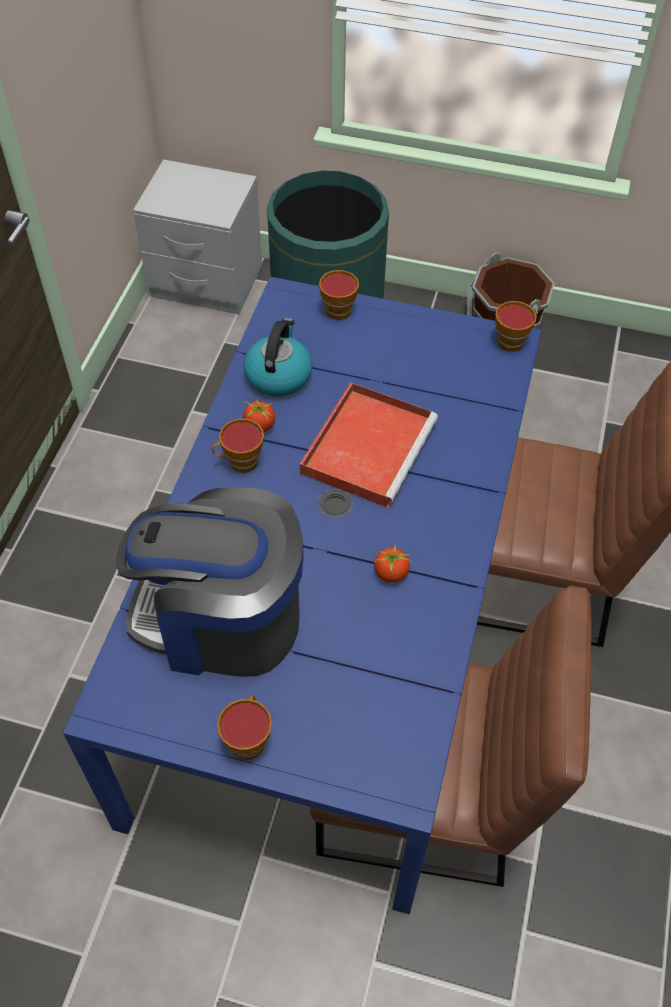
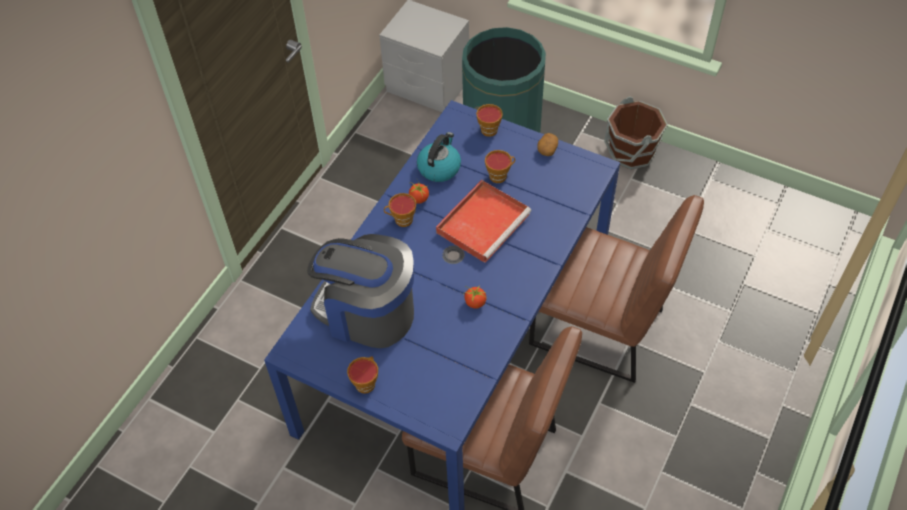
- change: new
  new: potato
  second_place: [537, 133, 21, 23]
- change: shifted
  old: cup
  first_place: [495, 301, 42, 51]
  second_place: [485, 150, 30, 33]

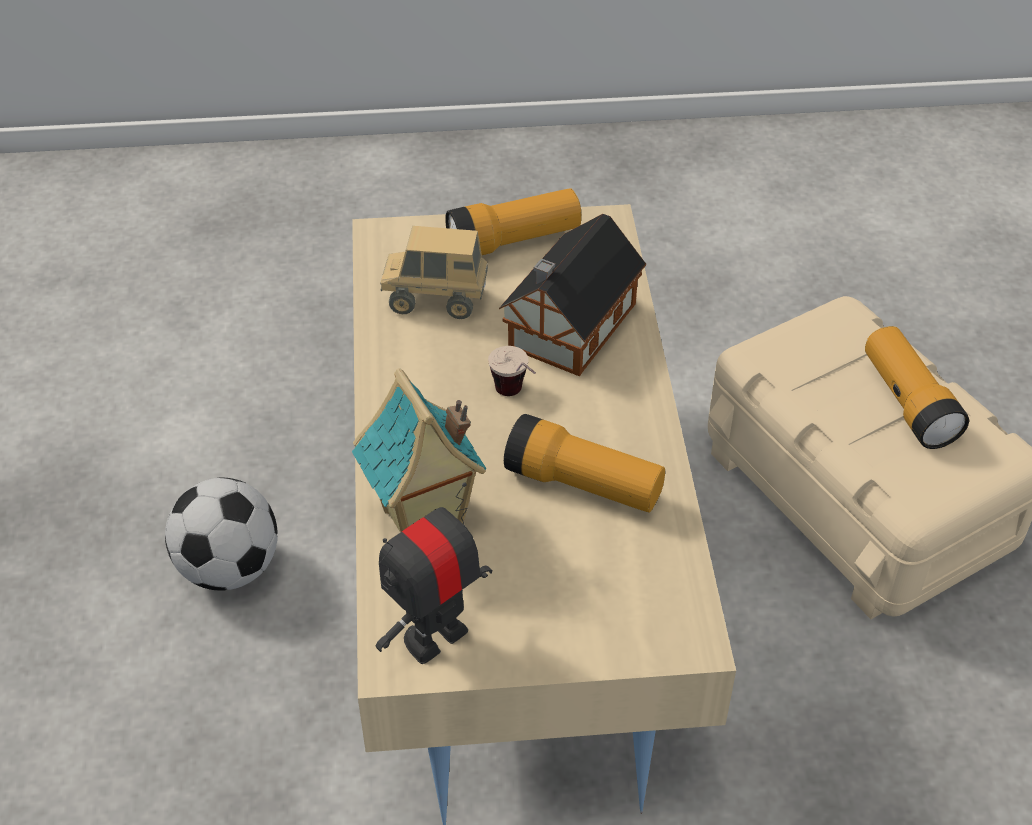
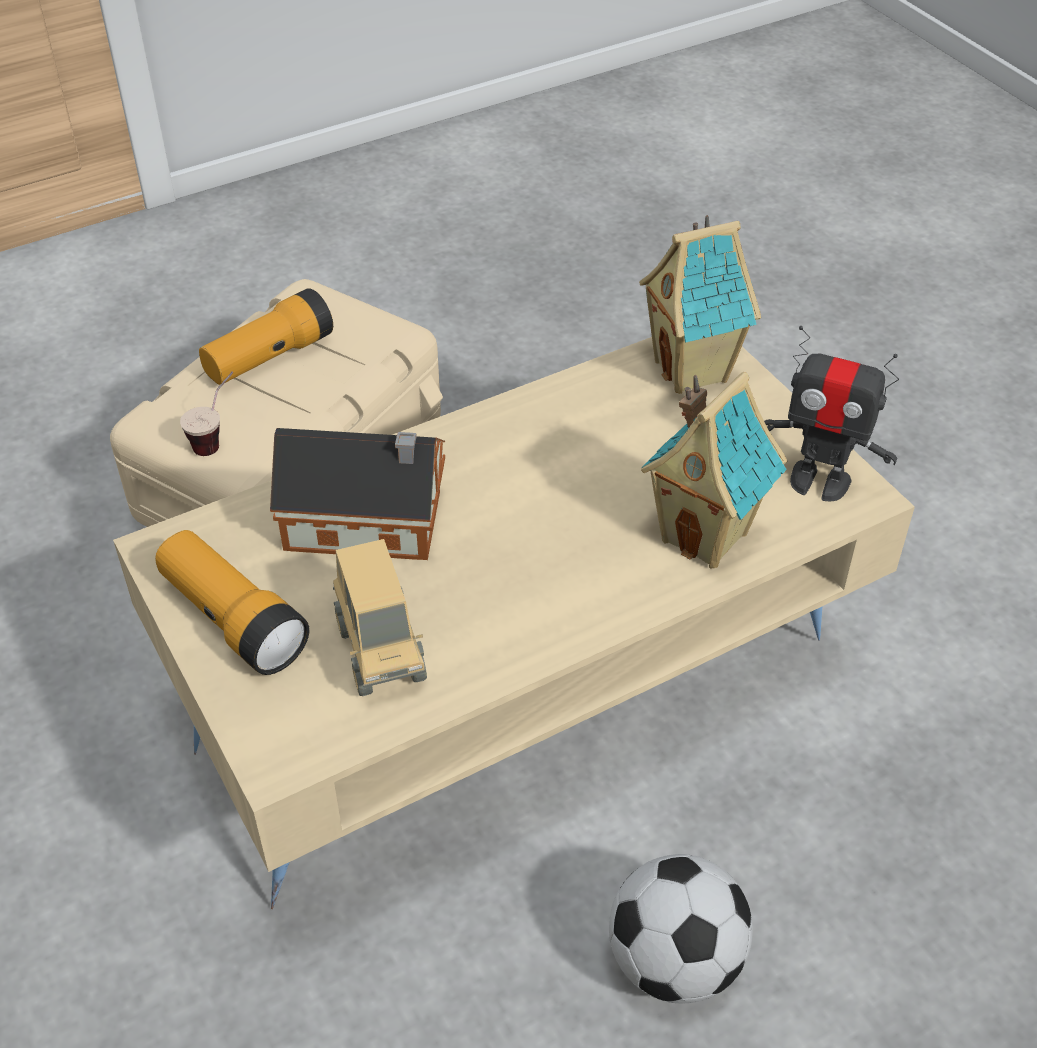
- change: gone
  old: flashlight
  first_place: [504, 414, 161, 99]
- change: new
  new: toy house
  second_place: [639, 215, 122, 179]
- change: shifted
  old: cup
  first_place: [488, 346, 48, 50]
  second_place: [180, 371, 54, 85]

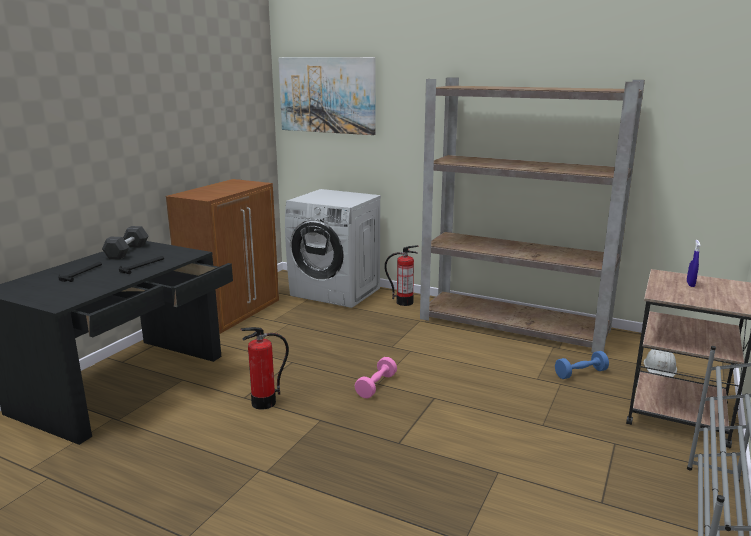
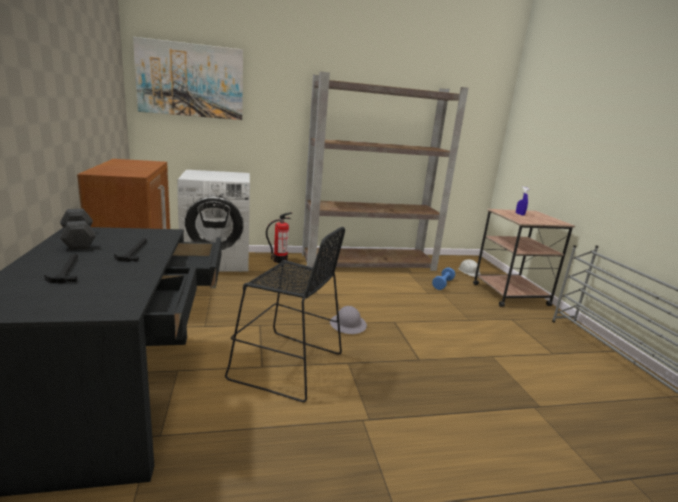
- change: swapped
  old: fire extinguisher
  new: black stool
  first_place: [241, 327, 48, 83]
  second_place: [225, 227, 120, 175]
- change: swapped
  old: pink dumbbell
  new: grey hard hat
  first_place: [355, 357, 42, 41]
  second_place: [330, 306, 37, 28]

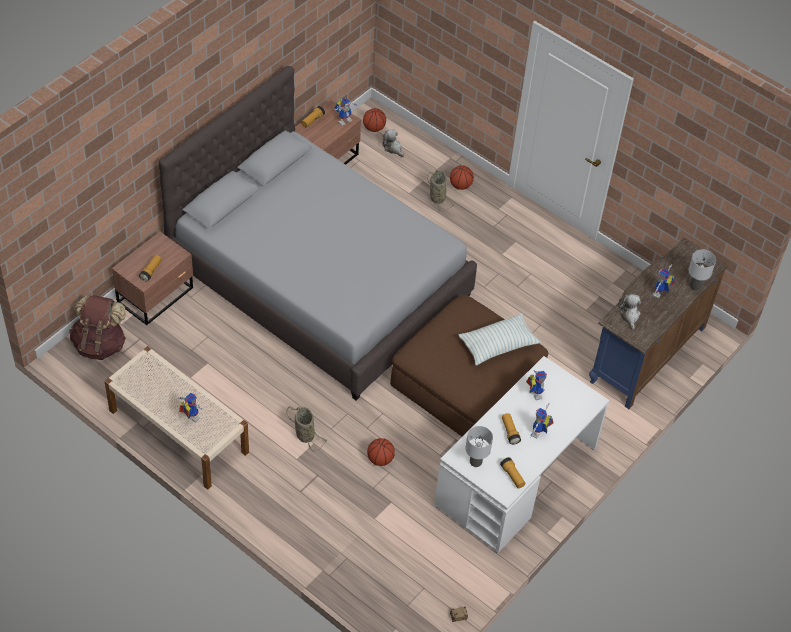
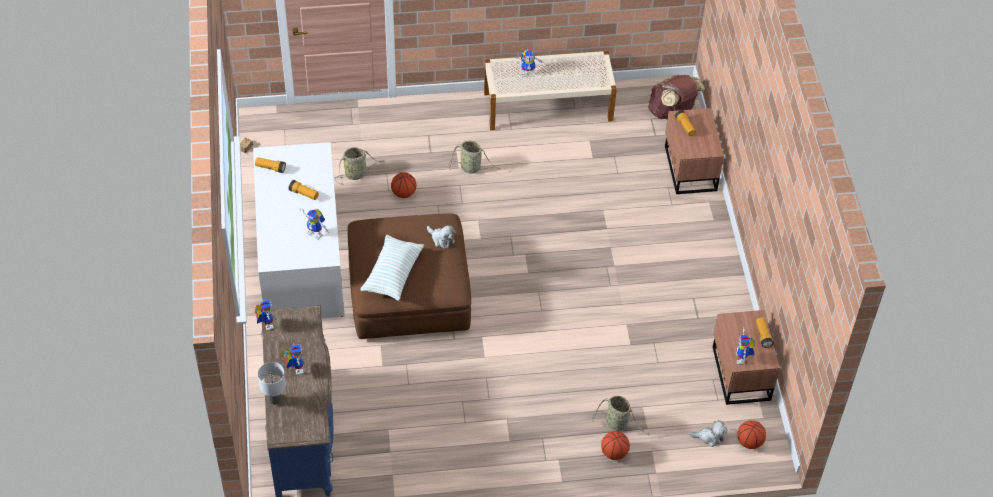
- change: gone
  old: grey bed
  first_place: [159, 66, 318, 334]
- change: gone
  old: white table lamp
  first_place: [465, 426, 28, 41]
- change: new
  new: basket
  second_place: [336, 147, 47, 38]
- change: shifted
  old: toy robot
  first_place: [531, 403, 22, 36]
  second_place: [254, 300, 20, 30]
- change: shifted
  old: plush toy
  first_place: [619, 294, 22, 36]
  second_place: [427, 225, 28, 23]

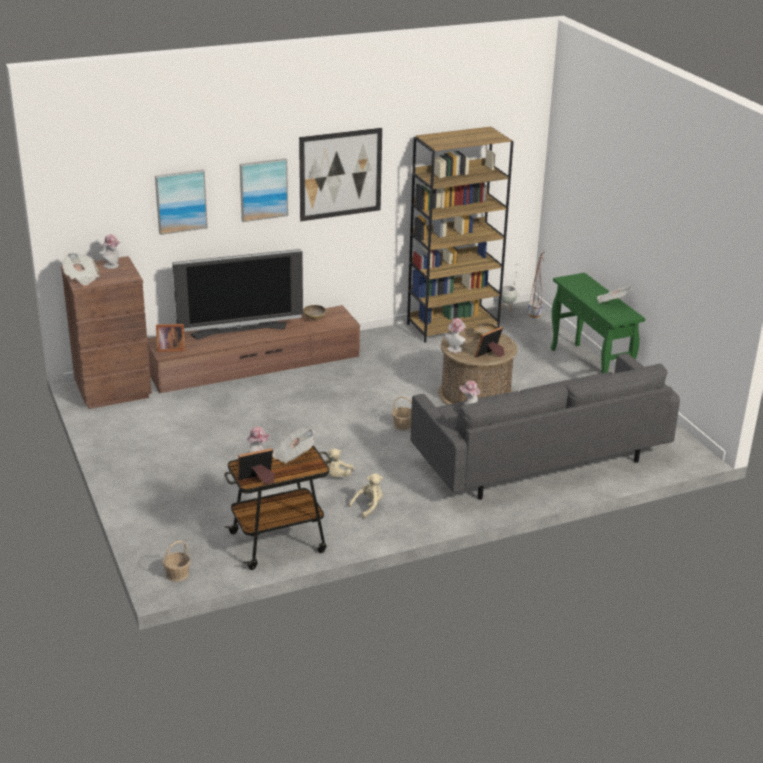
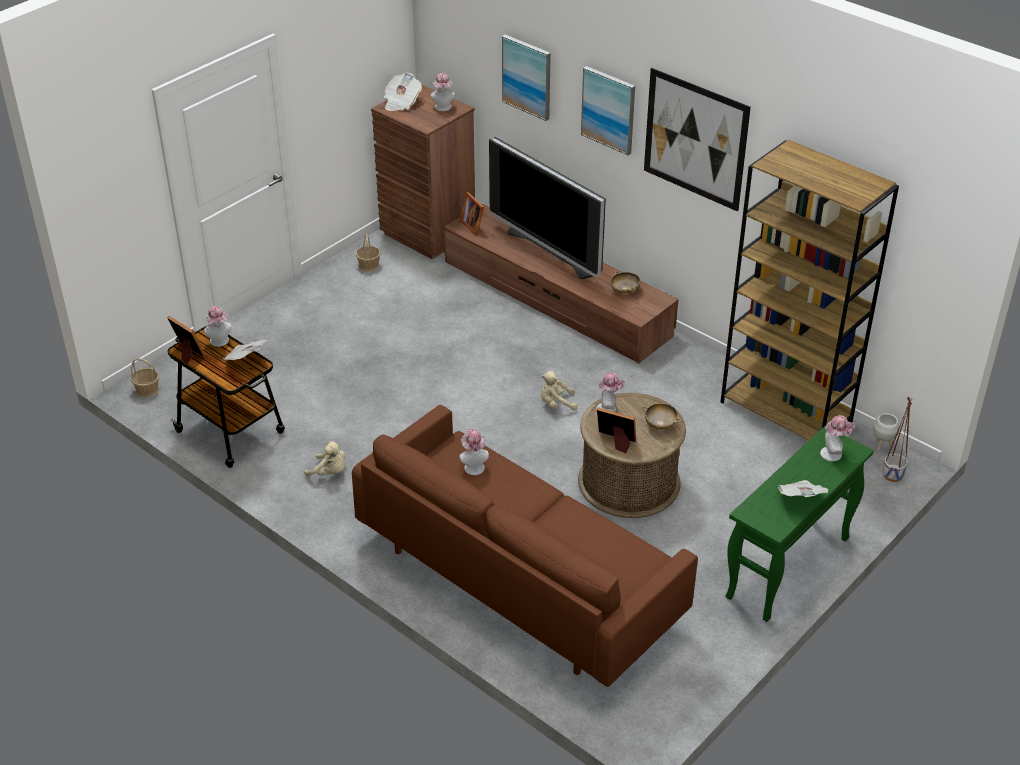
- change: new
  new: hat
  second_place: [820, 415, 35, 46]
- change: shifted
  old: beige plush toy
  first_place: [325, 448, 29, 29]
  second_place: [541, 371, 37, 40]
- change: shifted
  old: basket
  first_place: [392, 396, 20, 34]
  second_place: [356, 234, 25, 38]
- change: repainted
  old: grey sofa
  new: brown sofa
  first_place: [410, 353, 270, 147]
  second_place: [352, 405, 346, 282]

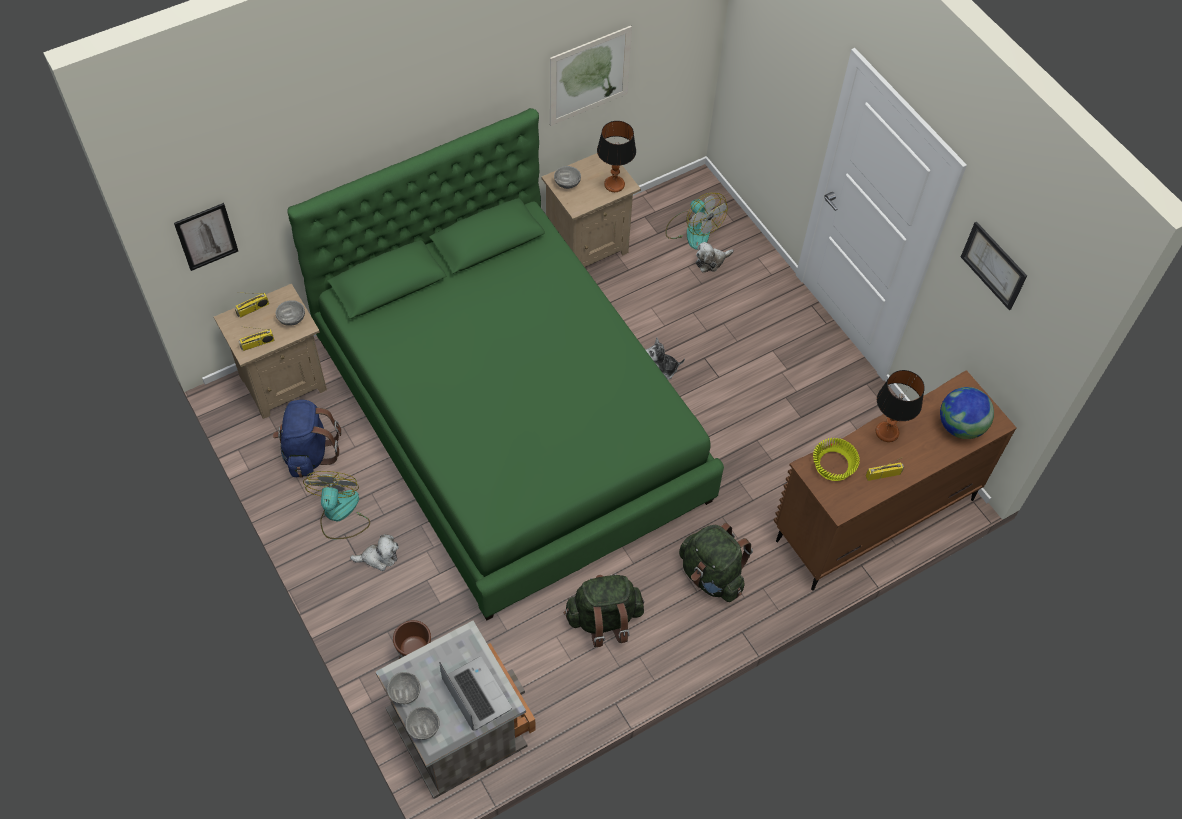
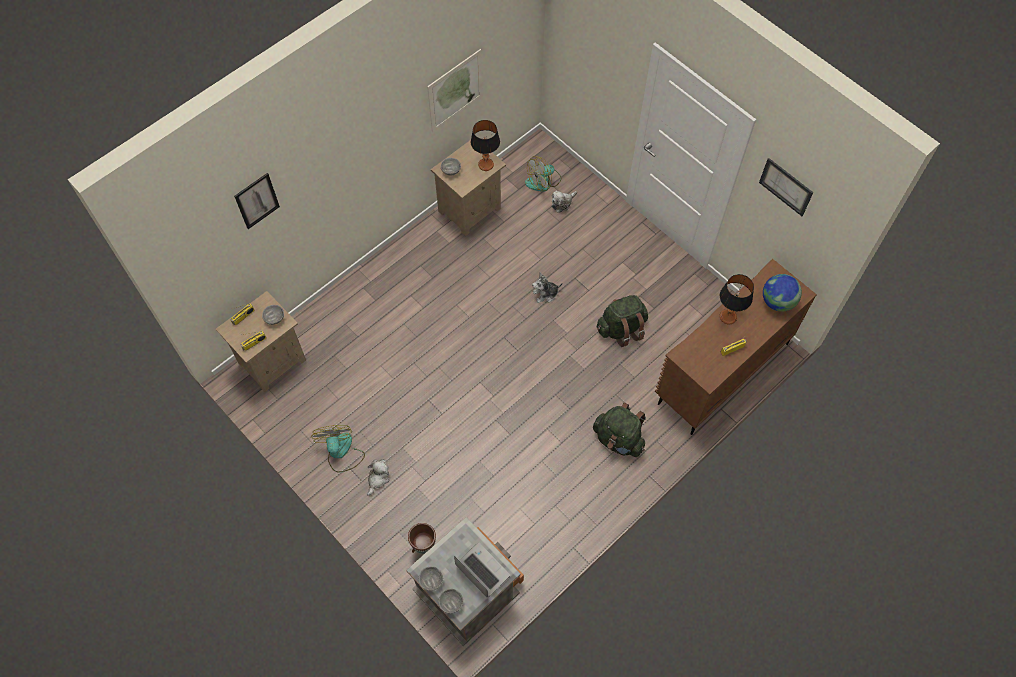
- change: gone
  old: blue backpack
  first_place: [273, 400, 68, 78]
- change: gone
  old: green bed
  first_place: [287, 108, 437, 512]
- change: gone
  old: yellow bowl
  first_place: [813, 438, 47, 43]
- change: shifted
  old: picture
  first_place: [174, 203, 64, 68]
  second_place: [234, 173, 46, 56]
- change: shifted
  old: green backpack
  first_place: [564, 575, 80, 72]
  second_place: [597, 295, 51, 52]
- change: rotated
  old: plush toy
  first_place: [350, 534, 49, 37]
  second_place: [367, 459, 22, 37]
  degrees: -45
- change: rotated
  old: fan
  first_place: [665, 193, 63, 57]
  second_place: [525, 156, 36, 36]
  degrees: 105

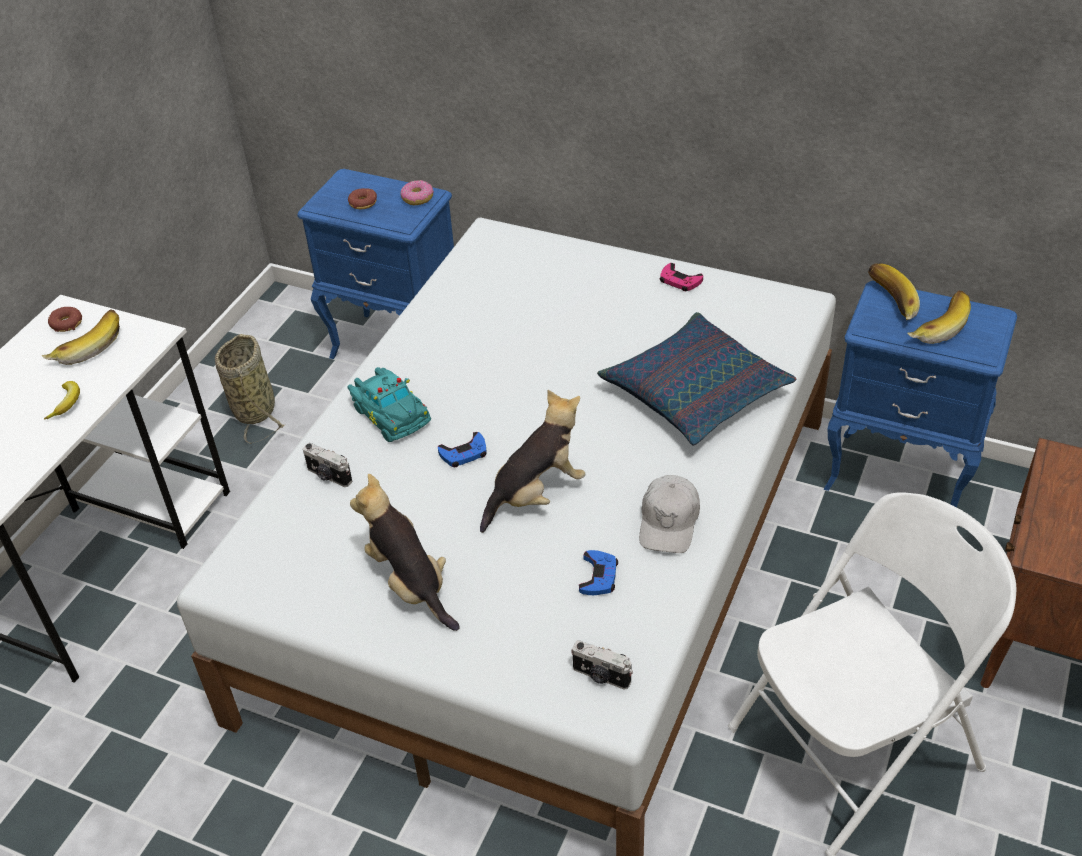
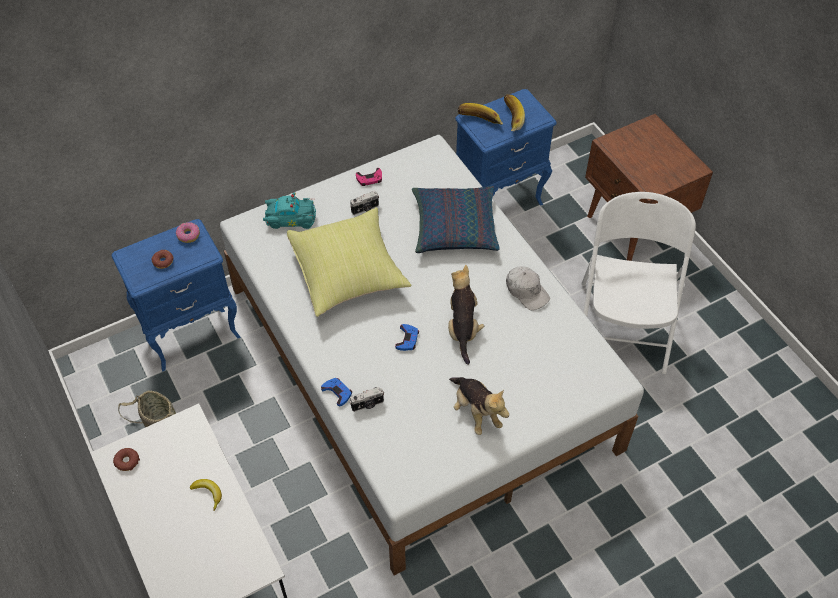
- change: gone
  old: banana
  first_place: [42, 309, 78, 56]
- change: new
  new: yellow pillow
  second_place: [287, 207, 124, 110]
- change: shifted
  old: turquoise toy car
  first_place: [347, 367, 84, 75]
  second_place: [263, 192, 53, 37]
- change: shifted
  old: photo camera
  first_place: [571, 640, 62, 50]
  second_place: [350, 191, 29, 24]
- change: shifted
  old: blue game controller
  first_place: [579, 550, 39, 45]
  second_place: [321, 378, 31, 28]
- change: rotated
  old: plush toy
  first_place: [350, 474, 110, 157]
  second_place: [449, 377, 60, 58]
  degrees: -120

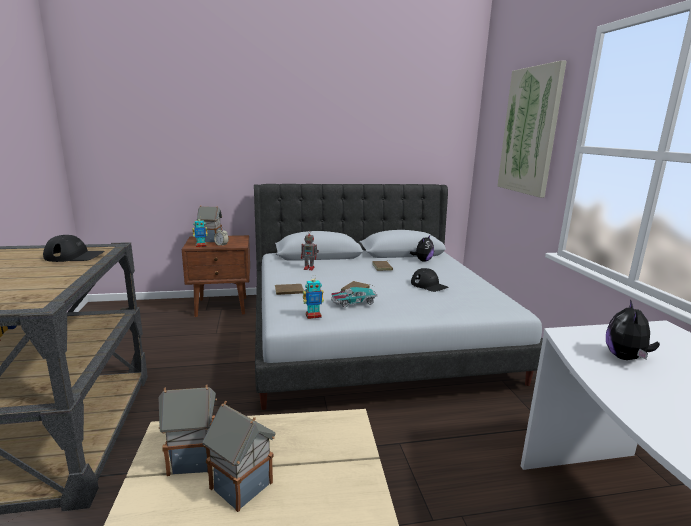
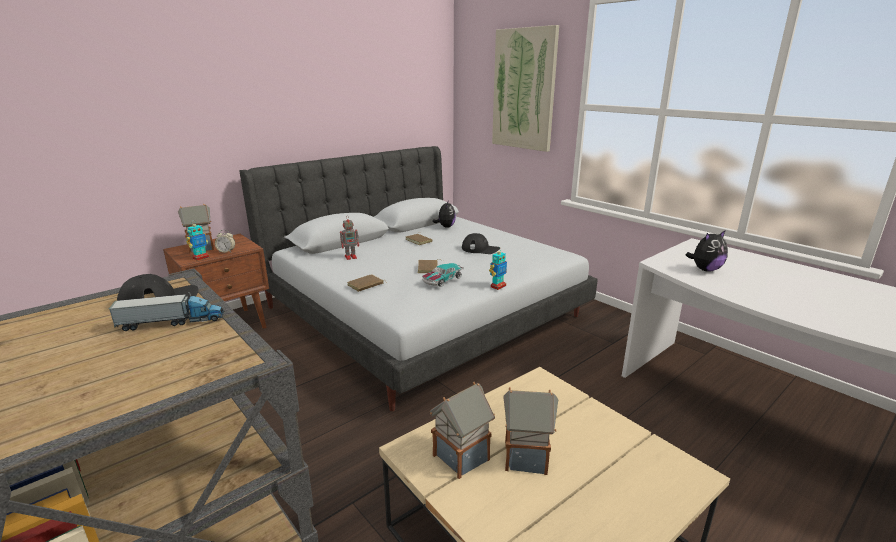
- change: new
  new: toy truck
  second_place: [109, 292, 115, 39]
- change: shifted
  old: toy robot
  first_place: [303, 275, 21, 44]
  second_place: [489, 247, 18, 43]
- change: rotated
  old: plush toy
  first_place: [606, 299, 54, 61]
  second_place: [686, 230, 42, 42]
  degrees: -105

